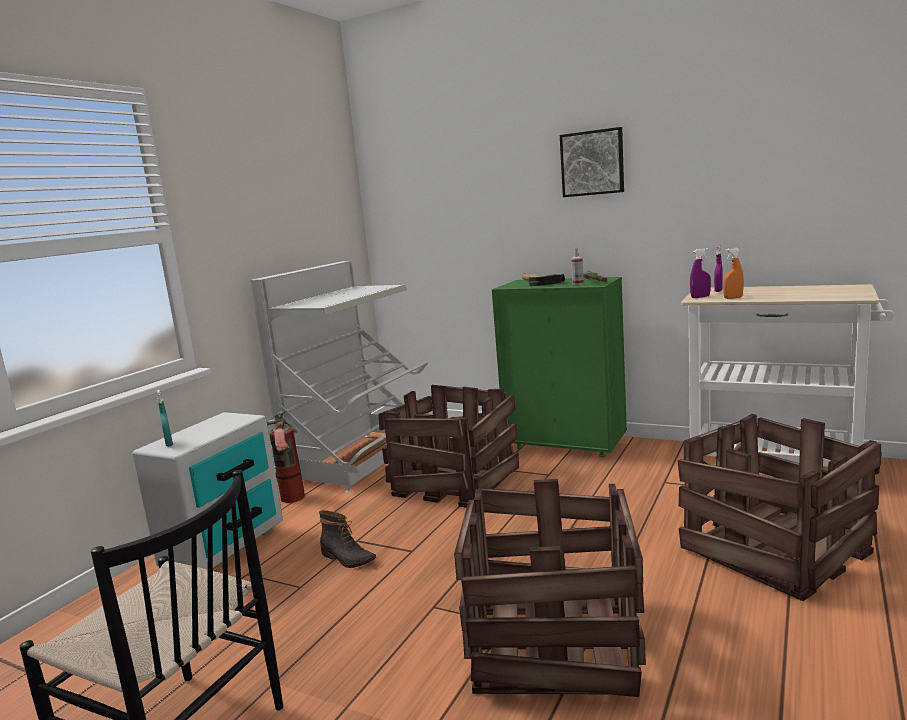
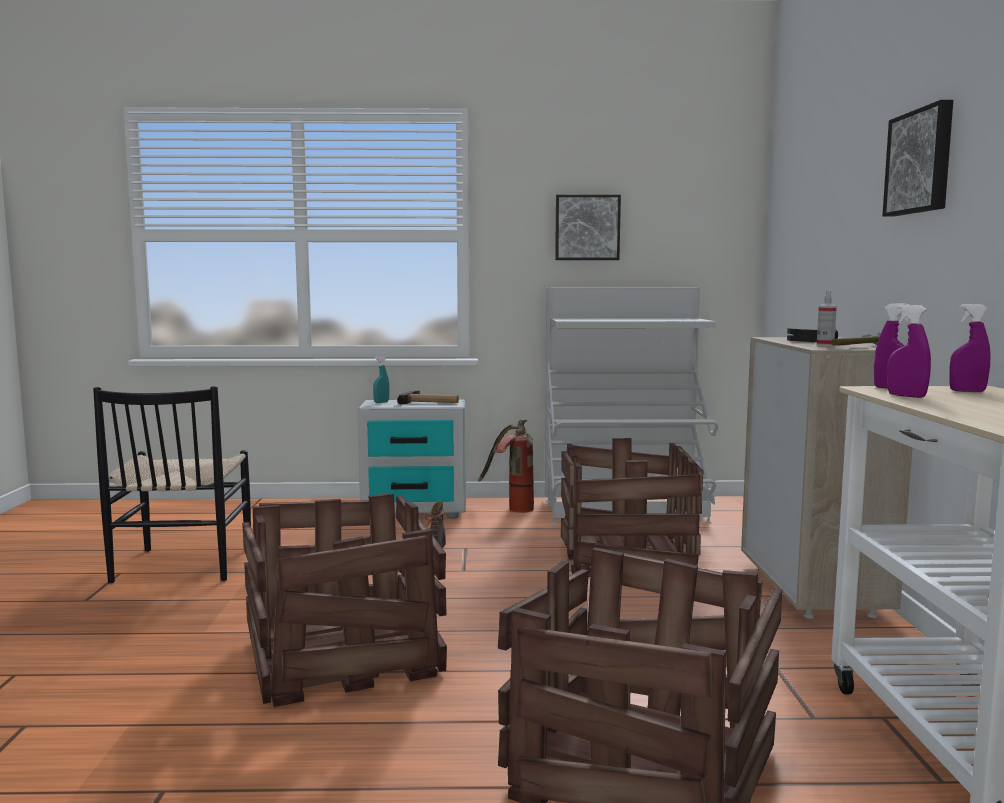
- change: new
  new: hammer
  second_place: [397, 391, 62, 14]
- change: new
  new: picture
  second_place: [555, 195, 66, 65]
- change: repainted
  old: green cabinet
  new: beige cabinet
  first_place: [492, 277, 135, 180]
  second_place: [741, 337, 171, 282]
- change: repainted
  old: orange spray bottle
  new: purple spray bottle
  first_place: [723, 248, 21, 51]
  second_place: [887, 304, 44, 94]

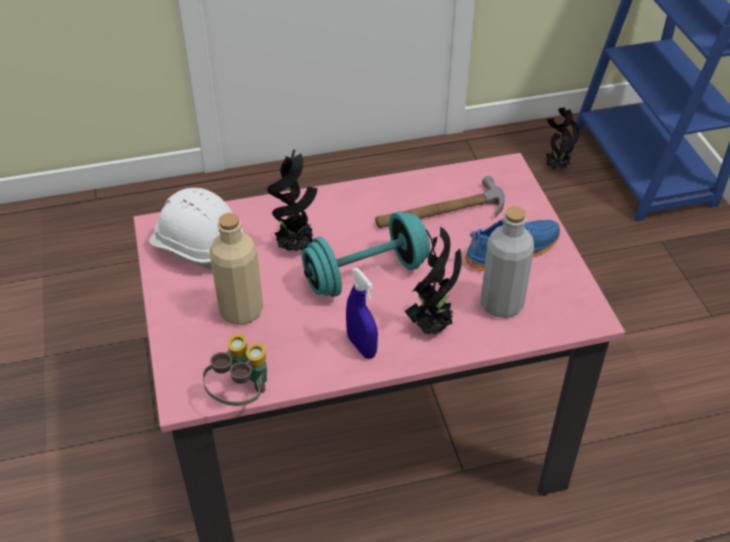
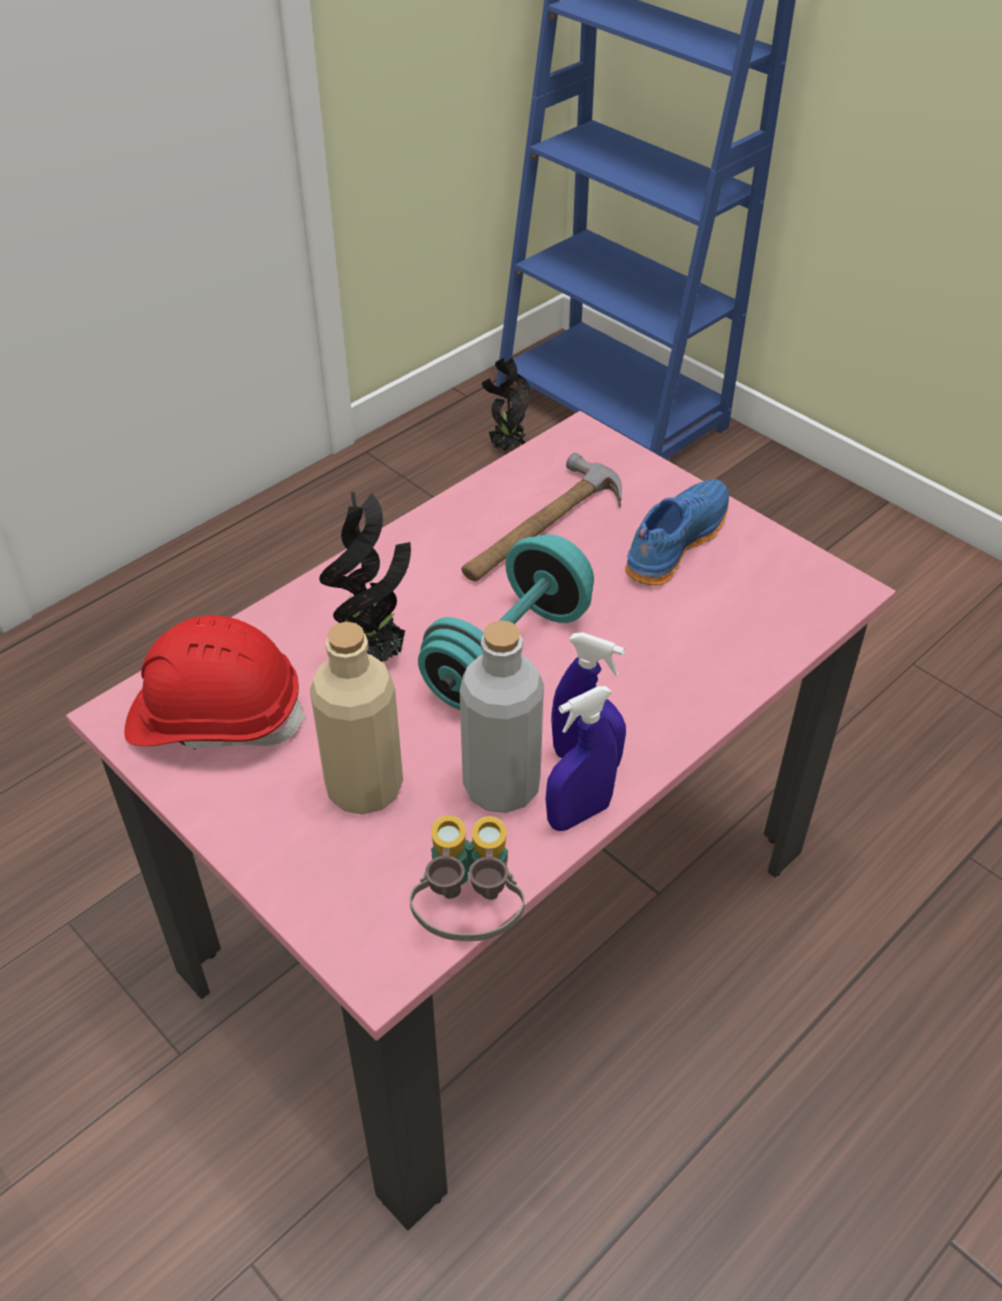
- change: gone
  old: potted plant
  first_place: [405, 226, 57, 109]
- change: new
  new: blue spray bottle
  second_place: [546, 686, 71, 145]
- change: shifted
  old: grey bottle
  first_place: [481, 206, 53, 112]
  second_place: [460, 620, 84, 193]
- change: repainted
  old: white hard hat
  new: red hard hat
  first_place: [149, 188, 94, 82]
  second_place: [124, 615, 182, 135]

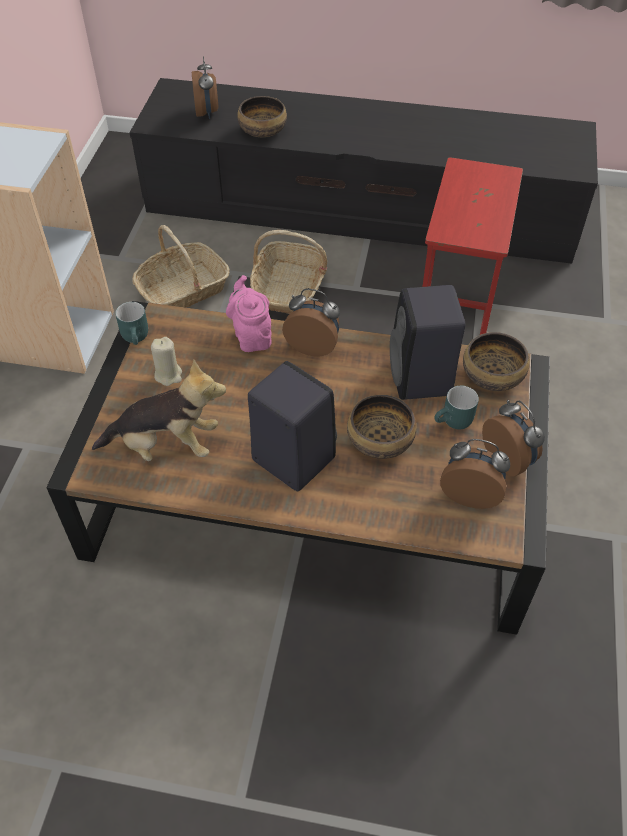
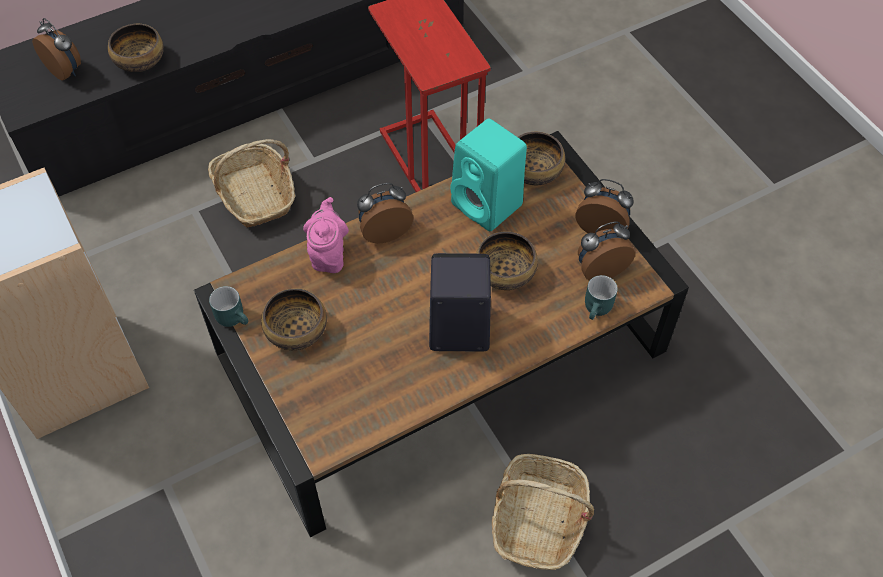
- change: gone
  old: plush toy
  first_place: [92, 359, 134, 102]
- change: shifted
  old: basket
  first_place: [132, 225, 98, 83]
  second_place: [492, 454, 102, 116]
- change: shifted
  old: turquoise mug
  first_place: [435, 386, 44, 43]
  second_place: [585, 275, 33, 45]
- change: swapped
  old: beige candle
  new: bowl
  first_place: [151, 337, 31, 49]
  second_place: [261, 288, 66, 62]
- change: repainted
  old: black speaker
  new: turquoise speaker
  first_place: [390, 285, 76, 115]
  second_place: [450, 118, 77, 114]
- change: rotated
  old: pink teapot
  first_place: [226, 275, 46, 77]
  second_place: [303, 197, 46, 76]
  degrees: 60

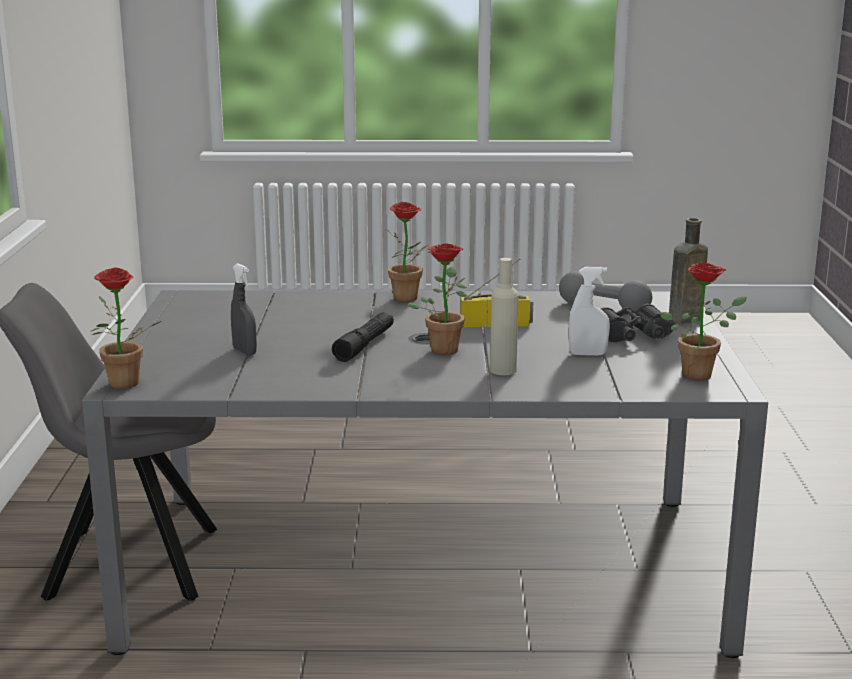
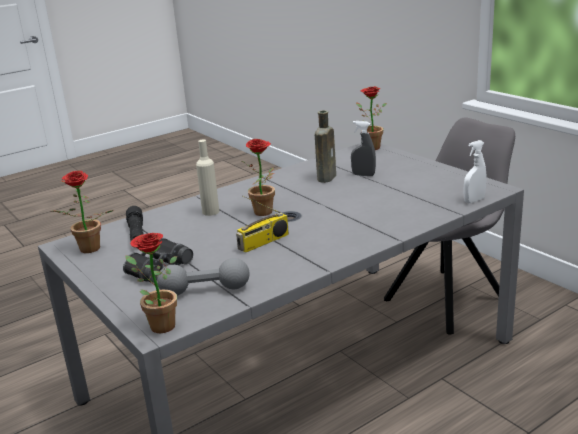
- change: shifted
  old: black flashlight
  first_place: [332, 312, 62, 50]
  second_place: [126, 206, 18, 42]
- change: shifted
  old: potted plant
  first_place: [385, 202, 44, 100]
  second_place: [125, 233, 52, 100]
- change: shifted
  old: white spray bottle
  first_place: [569, 267, 41, 89]
  second_place: [464, 140, 23, 63]
- change: shifted
  old: brown bottle
  first_place: [669, 218, 39, 106]
  second_place: [315, 110, 21, 73]

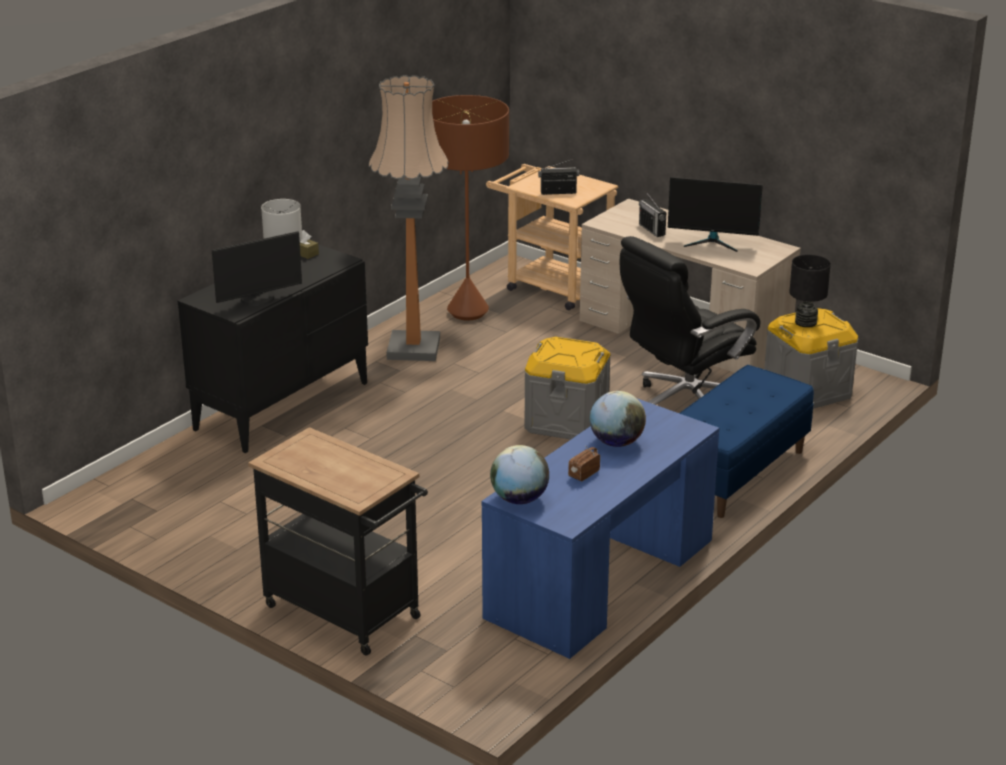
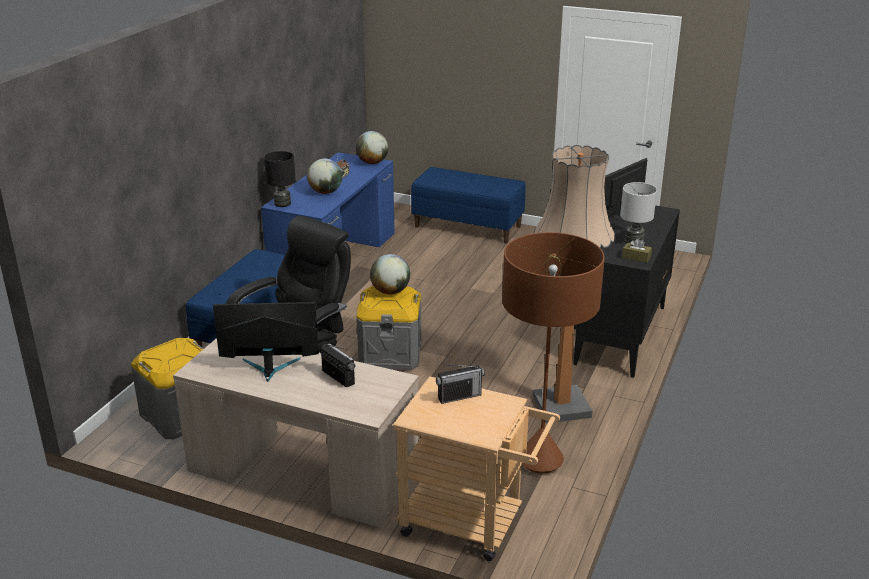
- change: new
  new: globe
  second_place: [370, 254, 40, 40]
- change: shifted
  old: black table lamp
  first_place: [789, 254, 42, 73]
  second_place: [264, 151, 32, 56]
- change: swapped
  old: black cart
  new: blue bench
  first_place: [248, 427, 180, 229]
  second_place: [411, 167, 115, 76]

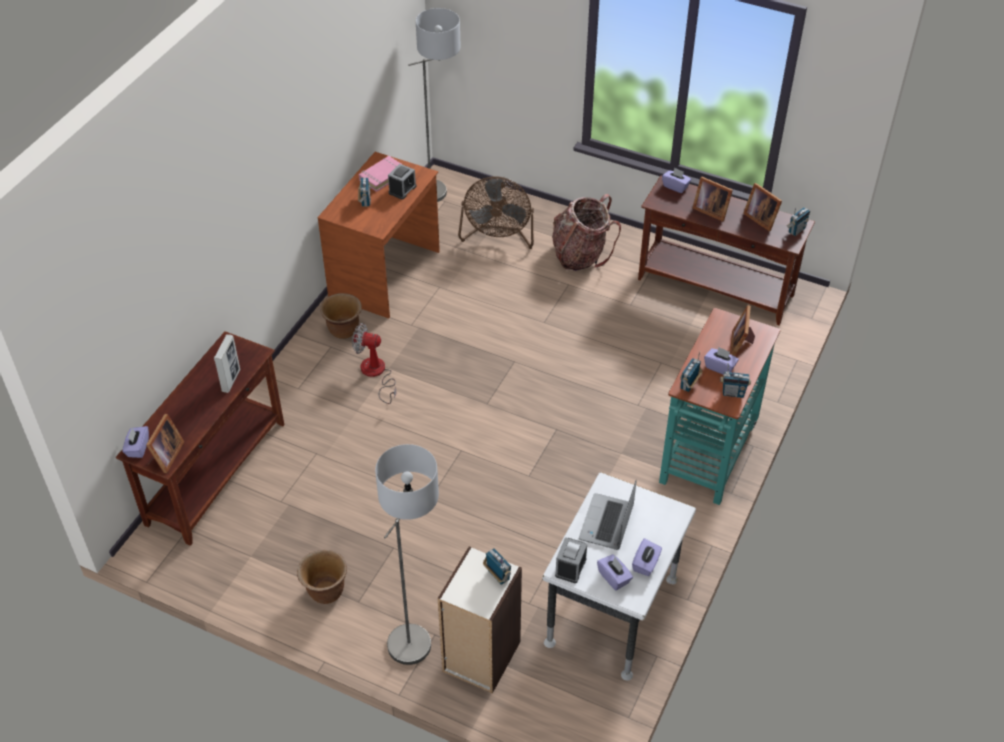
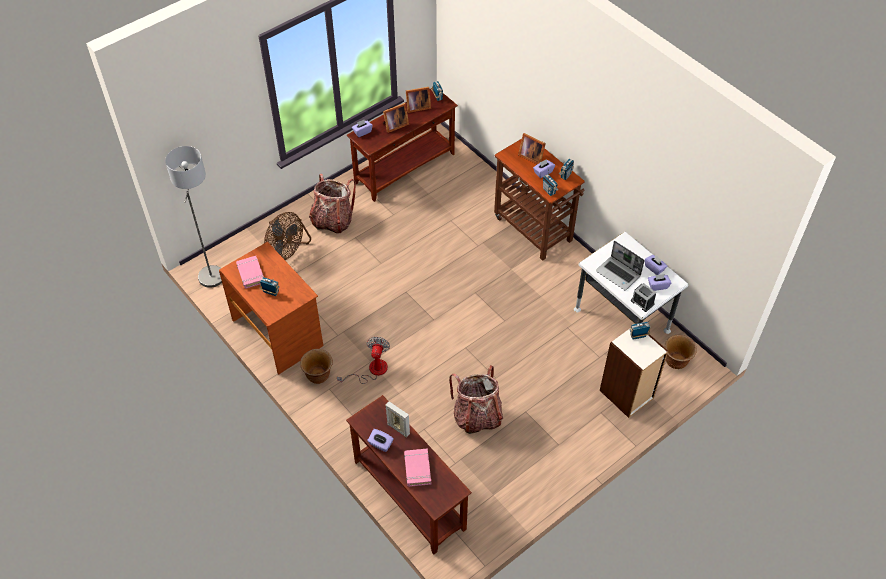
- change: gone
  old: picture frame
  first_place: [146, 414, 38, 59]
- change: gone
  old: grey floor lamp
  first_place: [375, 444, 64, 221]
- change: gone
  old: alarm clock
  first_place: [388, 164, 29, 36]
- change: new
  new: pink book
  second_place: [404, 448, 27, 39]
- change: new
  new: backpack
  second_place: [449, 365, 54, 69]
- change: shifted
  old: purple tissue box
  first_place: [122, 426, 27, 32]
  second_place: [367, 429, 27, 23]
- change: shifted
  old: brown planter
  first_place: [297, 550, 50, 54]
  second_place: [665, 335, 32, 34]
- change: repainted
  old: turquoise cart
  new: brown cart
  first_place: [659, 308, 121, 197]
  second_place: [494, 139, 91, 122]
- change: rotated
  old: fan
  first_place: [352, 323, 44, 81]
  second_place: [337, 337, 53, 47]
  degrees: 150

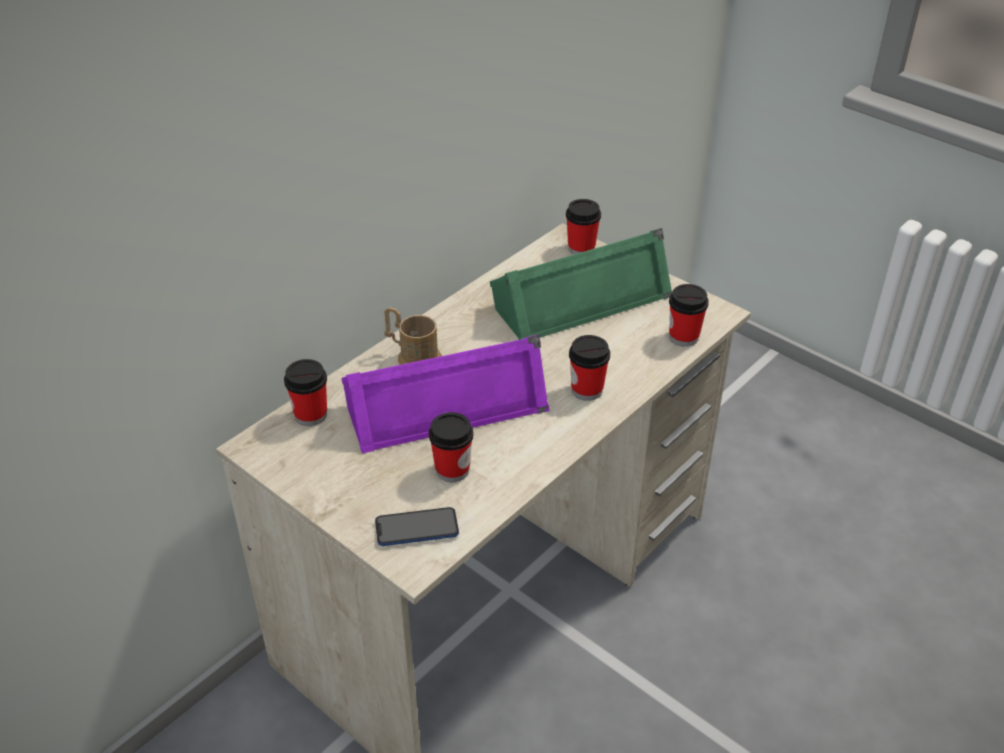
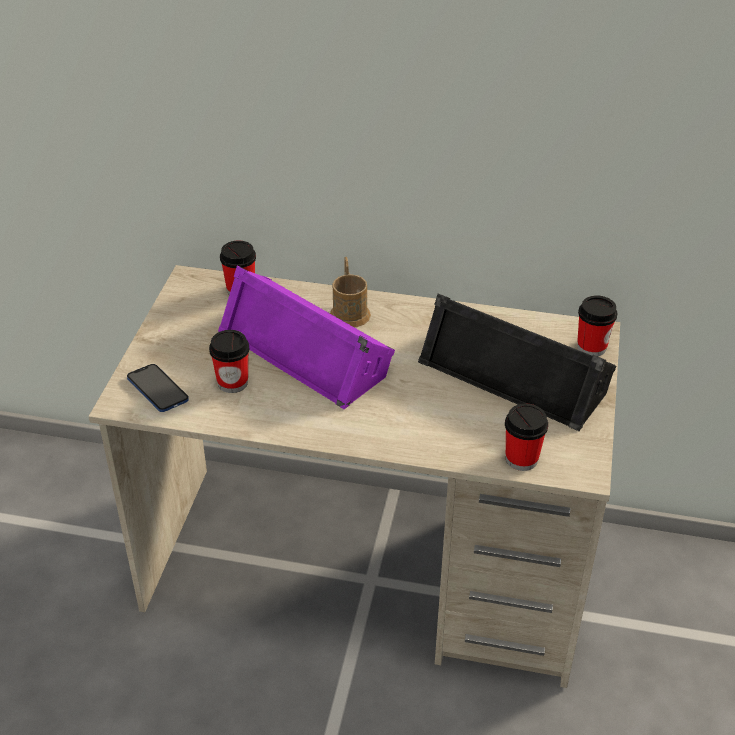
- change: gone
  old: cup
  first_place: [569, 335, 41, 66]
- change: repainted
  old: green speaker
  new: black speaker
  first_place: [490, 228, 182, 112]
  second_place: [418, 294, 198, 137]

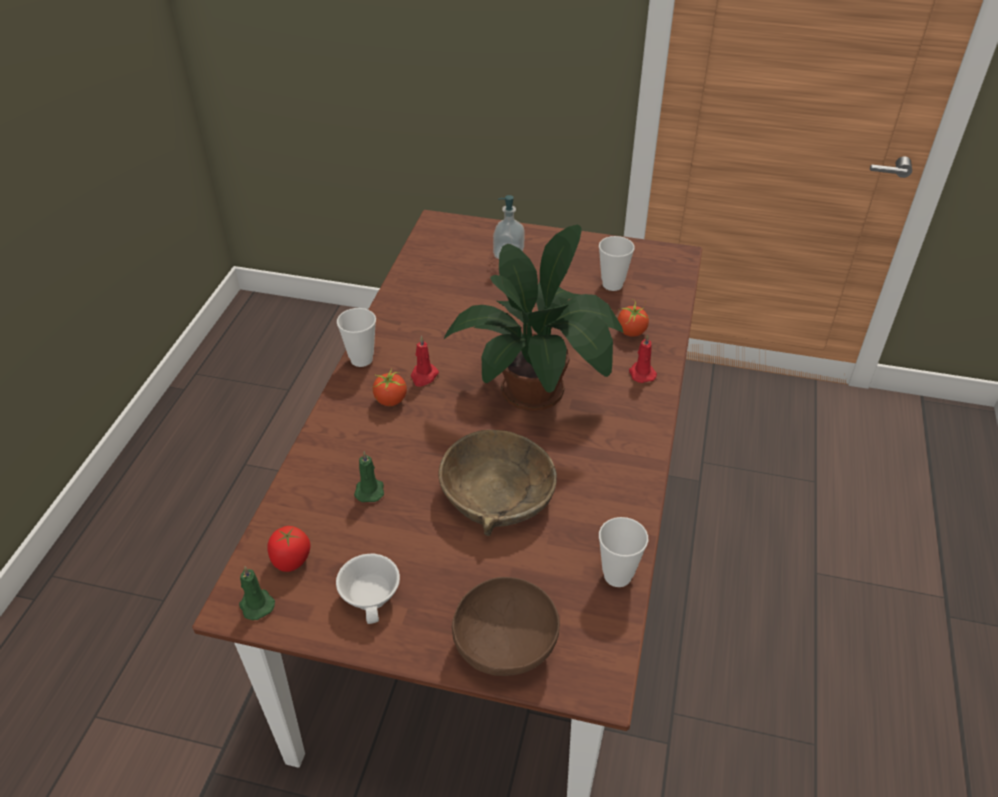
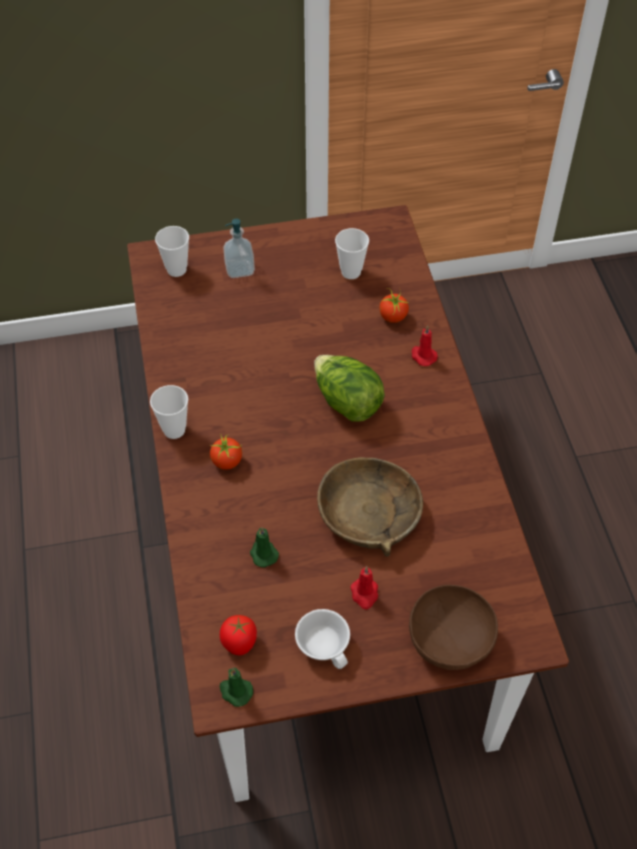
- change: shifted
  old: red candle
  first_place: [411, 336, 28, 51]
  second_place: [350, 566, 28, 44]
- change: shifted
  old: cup
  first_place: [599, 517, 49, 70]
  second_place: [155, 226, 34, 51]
- change: swapped
  old: potted plant
  new: lettuce
  first_place: [444, 225, 180, 186]
  second_place: [314, 355, 71, 66]

